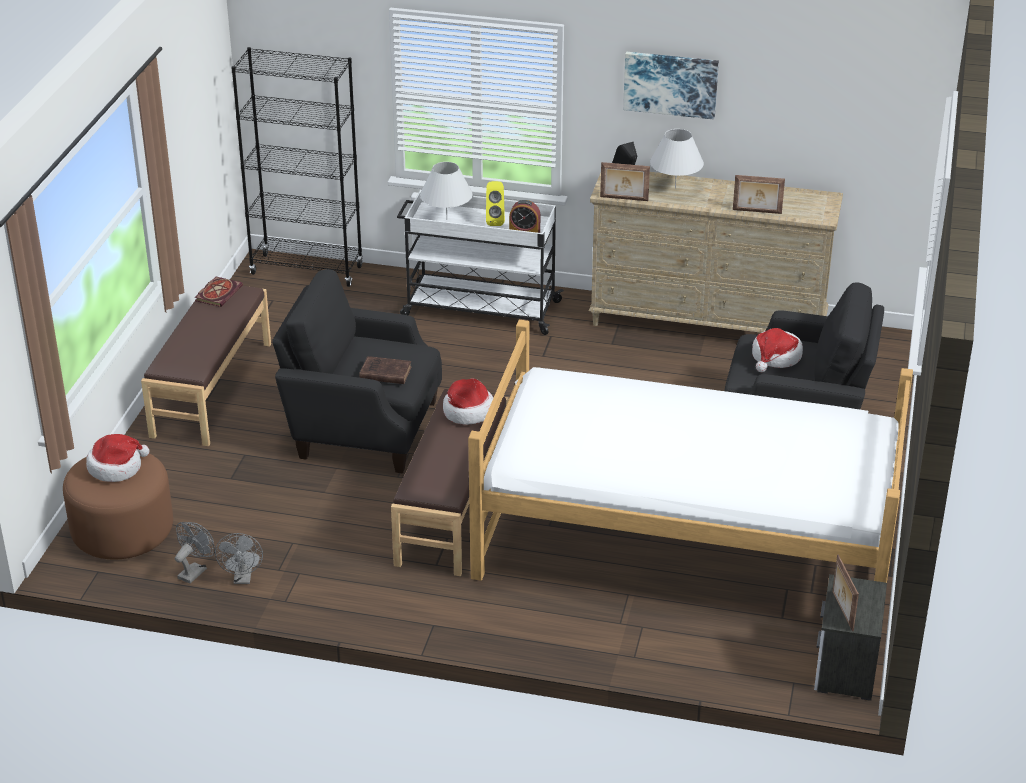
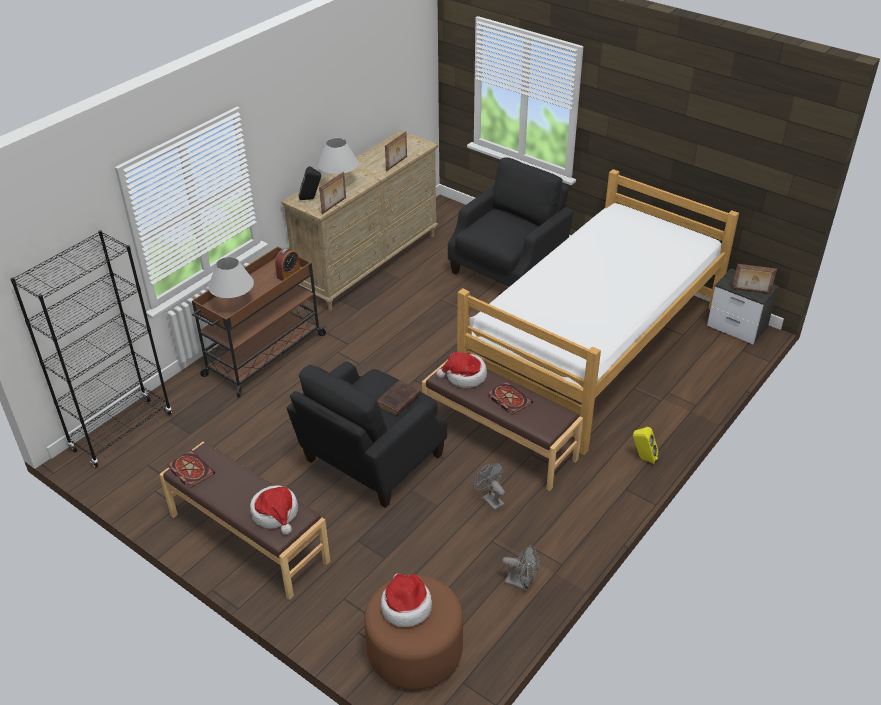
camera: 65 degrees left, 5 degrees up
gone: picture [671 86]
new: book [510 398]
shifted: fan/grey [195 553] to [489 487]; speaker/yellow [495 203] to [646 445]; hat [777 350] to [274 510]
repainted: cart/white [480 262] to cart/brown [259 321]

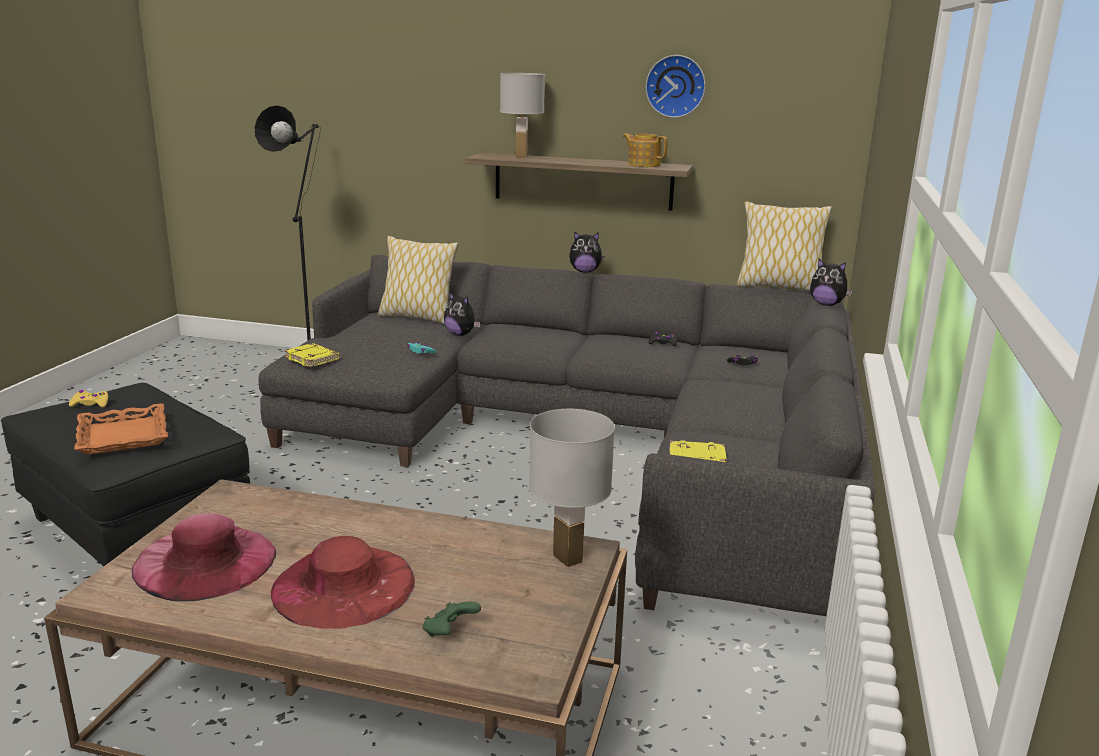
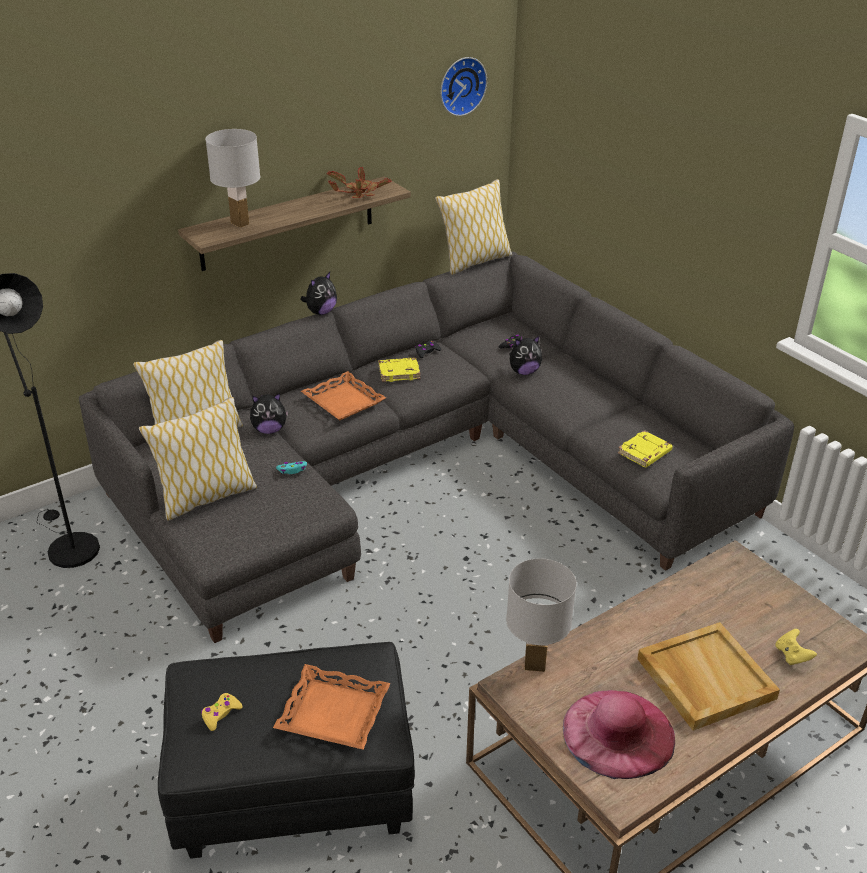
camera: 50 degrees left, 15 degrees up
new: pillow [198 459]; tray/orange [343 395]
shifted: book/yellow [311 355] to [399 369]; table lamp/white [572 488] to [541 615]; wall clock [675 86] to [463 86]; plush toy [831 282] to [525 355]
swapped: hat/red [343 582] to tray/beige [708 676]; teapot [645 150] to potted plant [359 182]
repainted: game controller/green [451 619] to game controller/yellow [796 647]

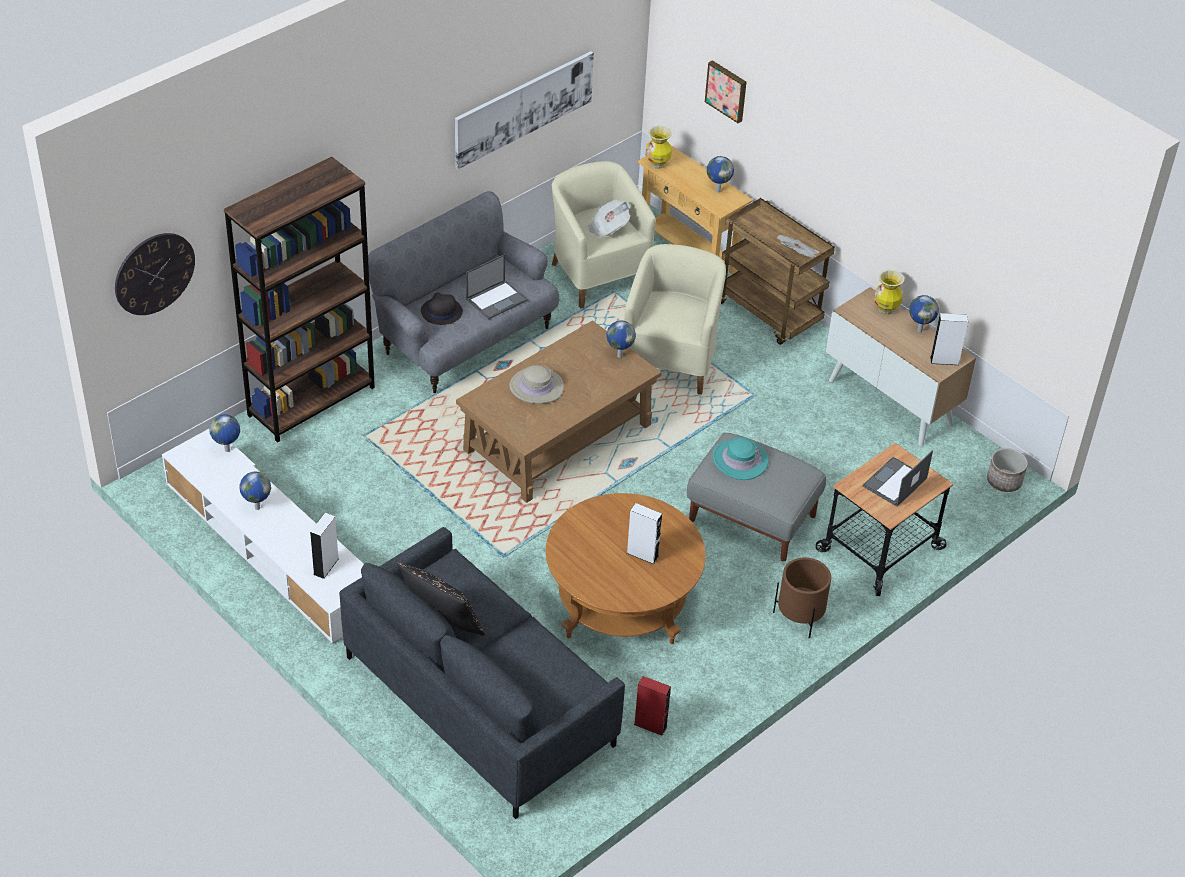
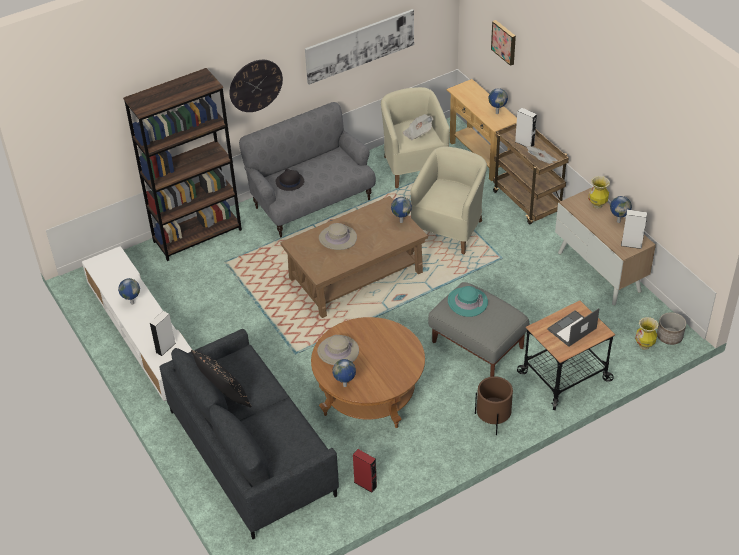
camera: 15 degrees right, 0 degrees up
gone: laptop [496 287]
new: hat/beige [338 350]
shifted: wall clock [155 274] to [256 86]; globe [224 433] to [344 373]; speaker/white [644 533] to [526 127]; vase [658 147] to [647 333]

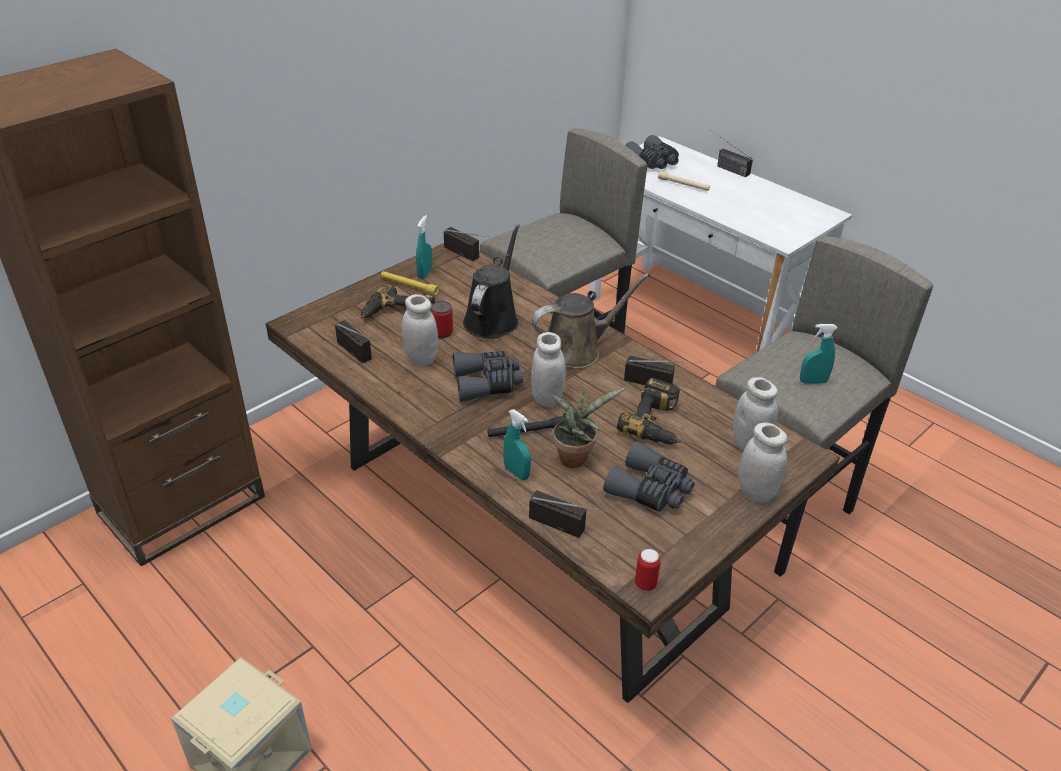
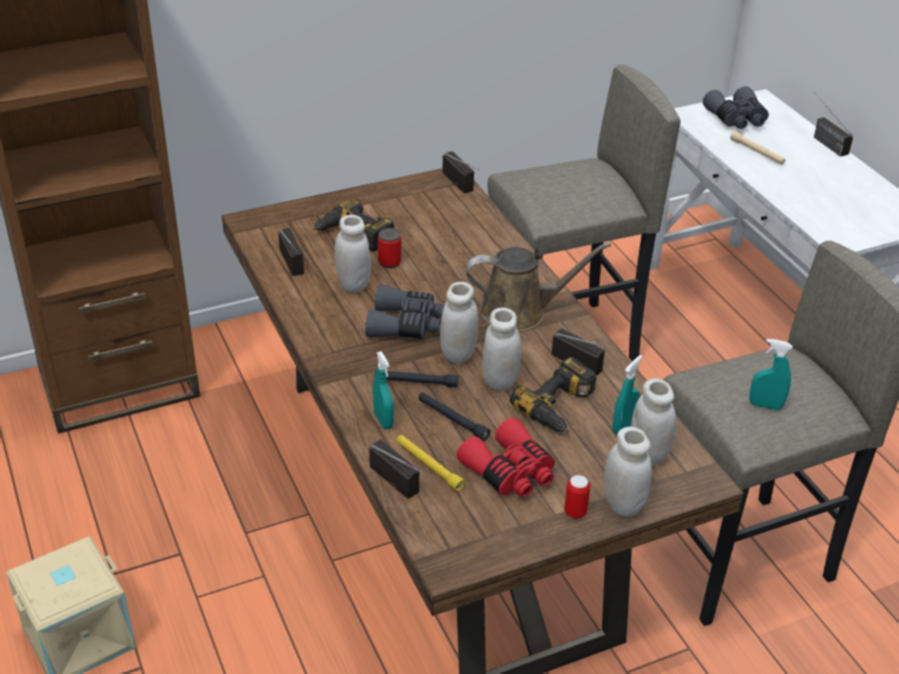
camera: 20 degrees right, 0 degrees up
gone: watering can/black [491 281]
new: jar/white [501 349]
shifted: flashlight/yellow [410 283] to [431 463]; spray bottle/turquoise [424 247] to [628 394]; can [648 570] to [577 497]
swapped: potted plant [588 428] to flashlight/black [454 416]
repainted: binoculars/grey [649 476] to binoculars/red [506 457]

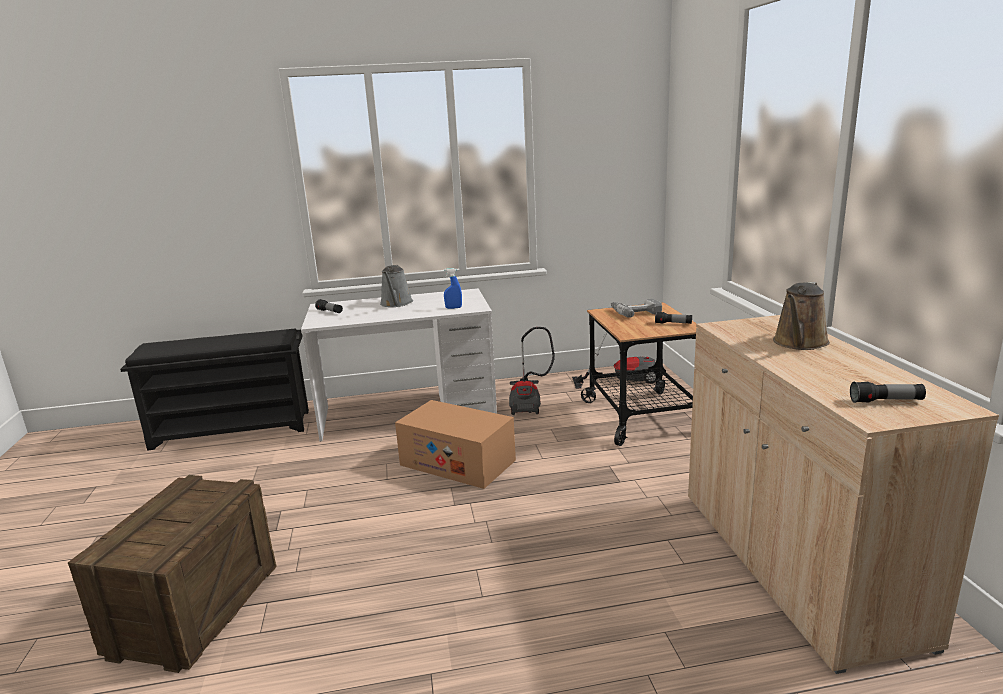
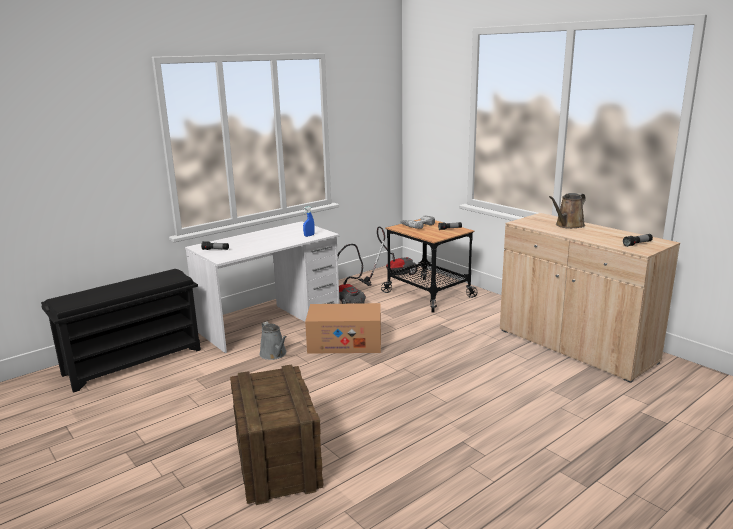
camera: 30 degrees left, 0 degrees up
shifted: watering can/grey [396 286] to [273 340]
rotated: watering can/brown [801 316] = [567 211] 45 degrees clockwise

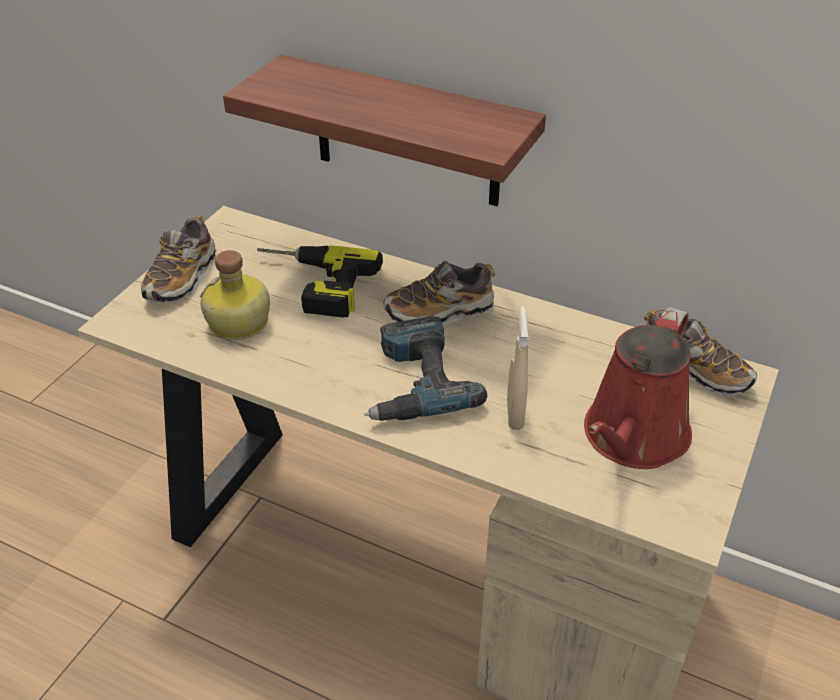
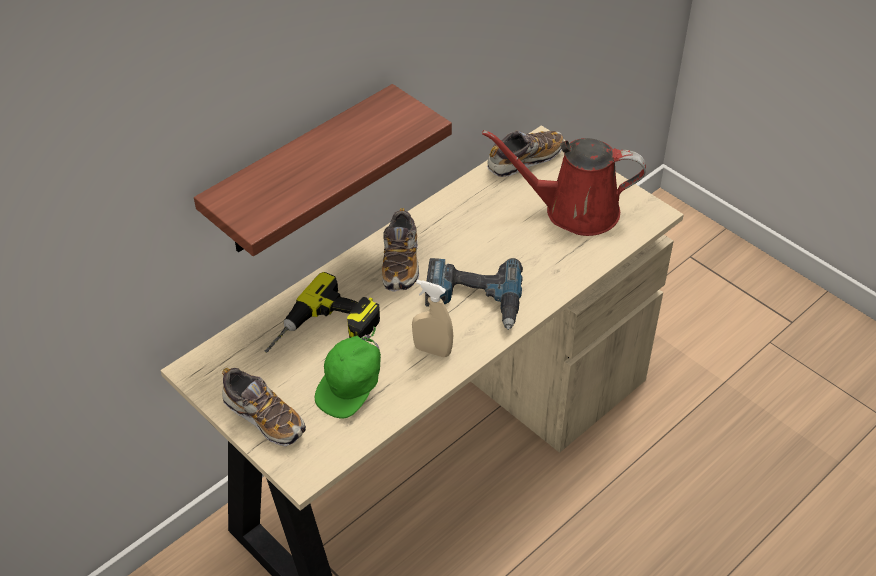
camera: 70 degrees left, 5 degrees up
shifted: spray bottle/beige [518 368] to [432 319]
swapped: bottle [235 295] to cap/green [348 372]
rotated: watering can/red [638 388] = [564 183] 135 degrees clockwise

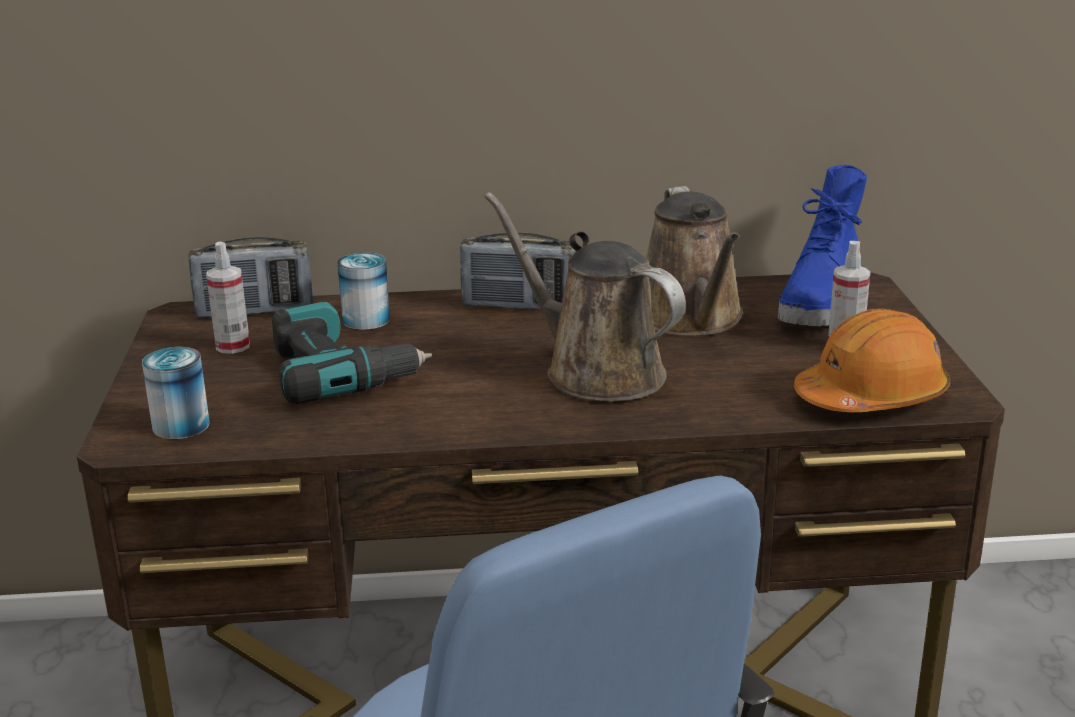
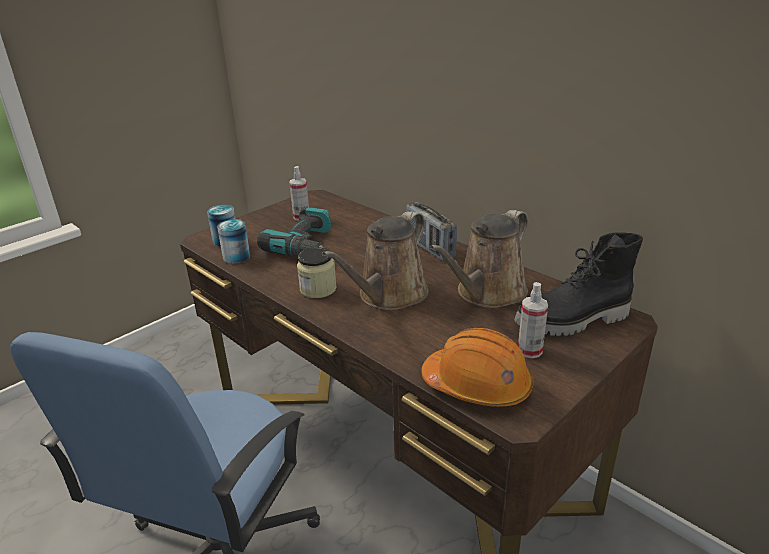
camera: 50 degrees right, 5 degrees up
gone: radio [250 277]
new: jar [317 272]
shifted: can [364 291] to [233 241]
repainted: boot/blue [822 245] to boot/black [579 284]
rotated: watering can/brown [585 297] = [375 260] 150 degrees counterclockwise

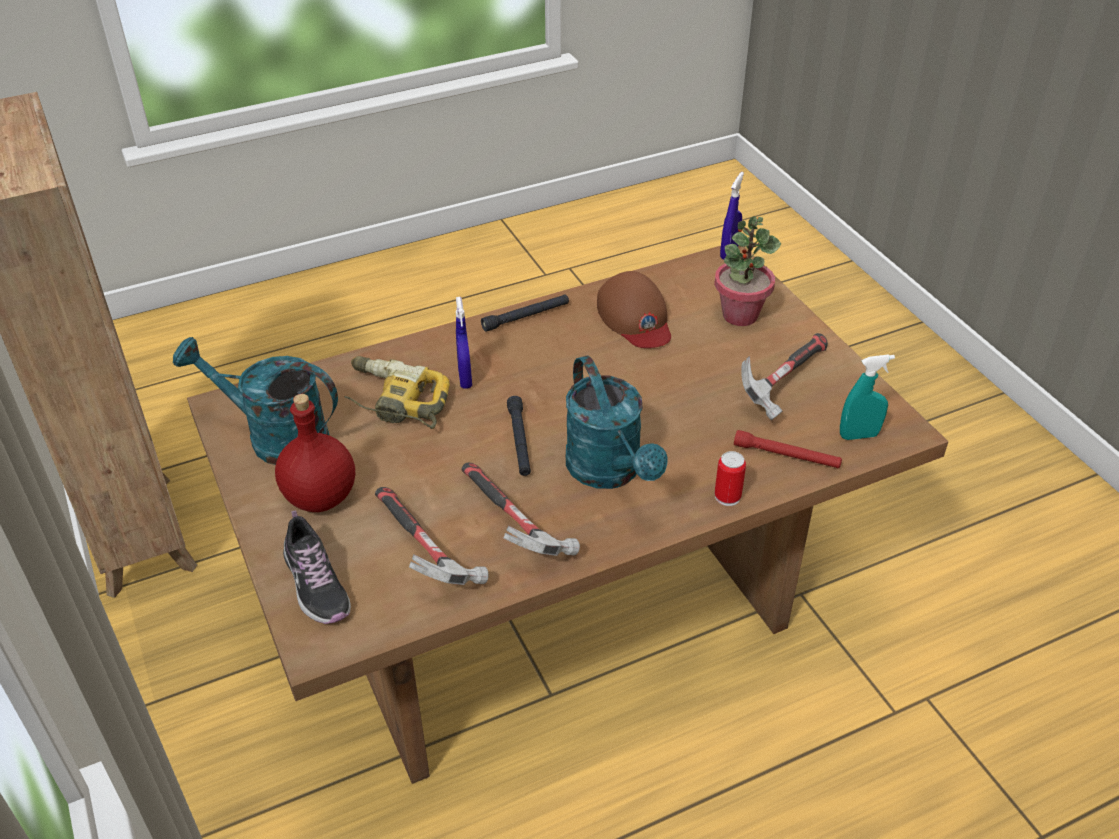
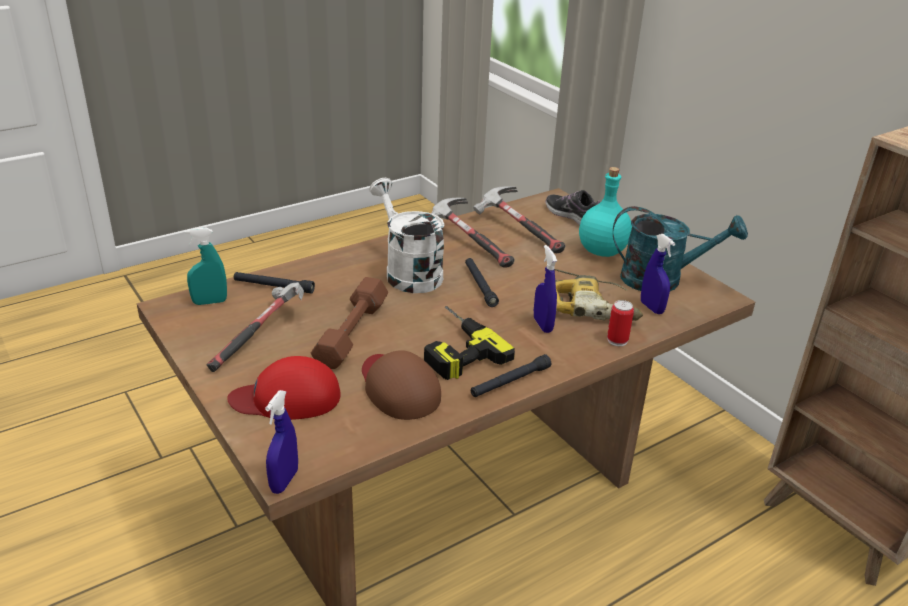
camera: 170 degrees right, 10 degrees down
new: dumbbell/brown [349 323]; power drill [469 343]; spray bottle/blue [658 274]
shifted: can [730 478] to [620 323]
swapped: potted plant [747 271] to cap/red [284 388]
repainted: bottle/red [315 453] to bottle/turquoise [605 212]; watering can/turquoise [617 422] to watering can/white [407 235]; flashlight/red [788 449] to flashlight/black [274 283]

